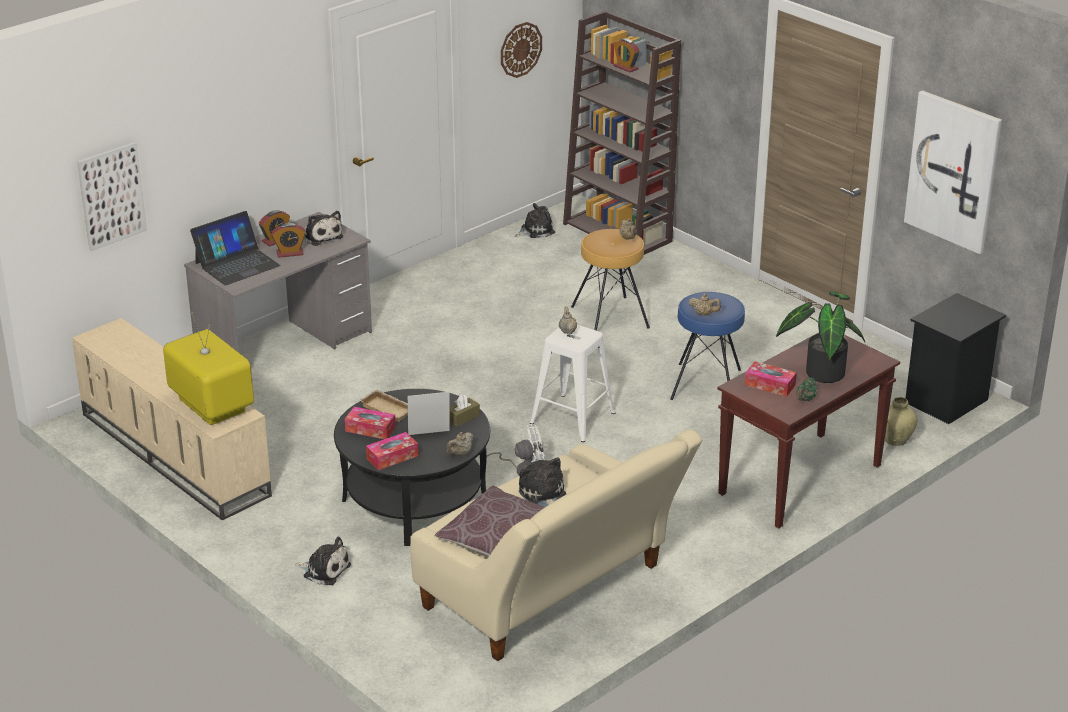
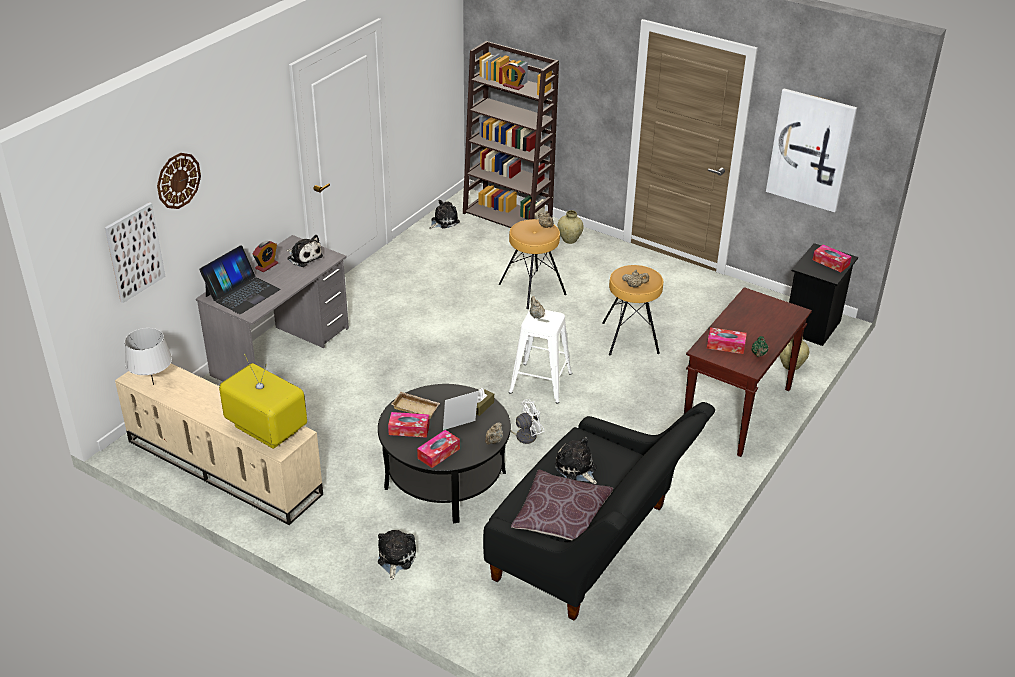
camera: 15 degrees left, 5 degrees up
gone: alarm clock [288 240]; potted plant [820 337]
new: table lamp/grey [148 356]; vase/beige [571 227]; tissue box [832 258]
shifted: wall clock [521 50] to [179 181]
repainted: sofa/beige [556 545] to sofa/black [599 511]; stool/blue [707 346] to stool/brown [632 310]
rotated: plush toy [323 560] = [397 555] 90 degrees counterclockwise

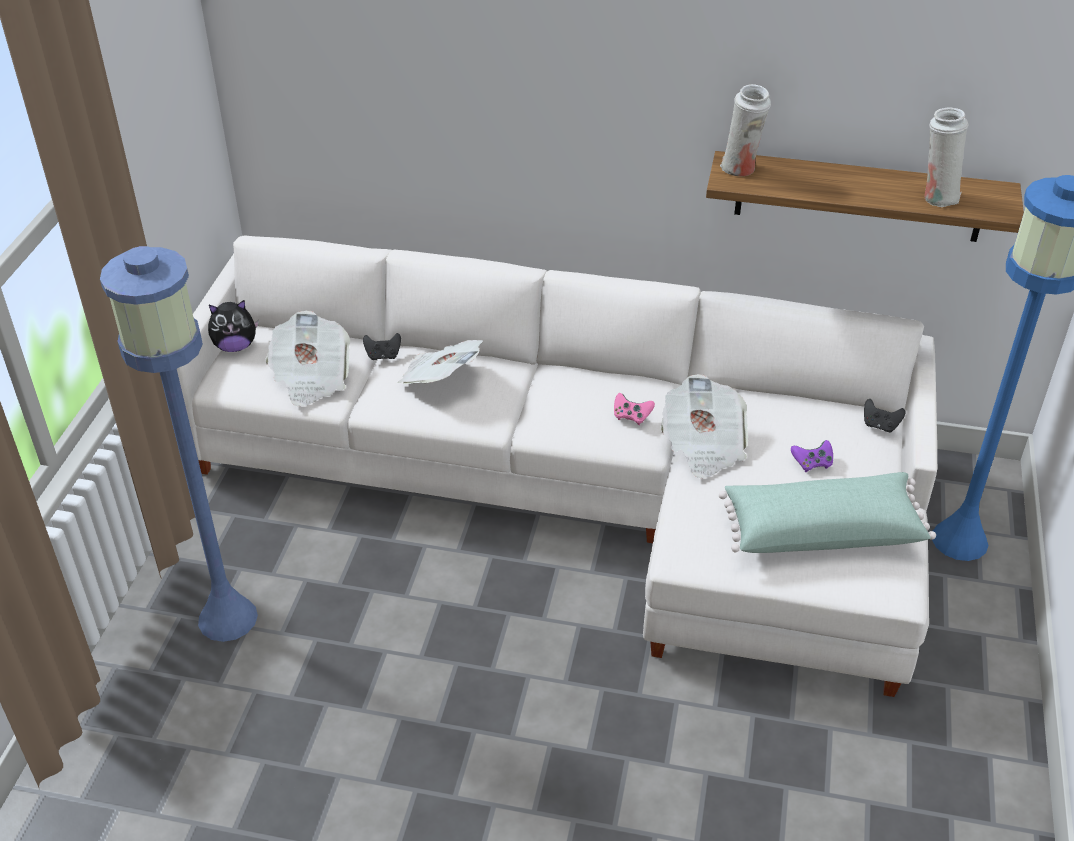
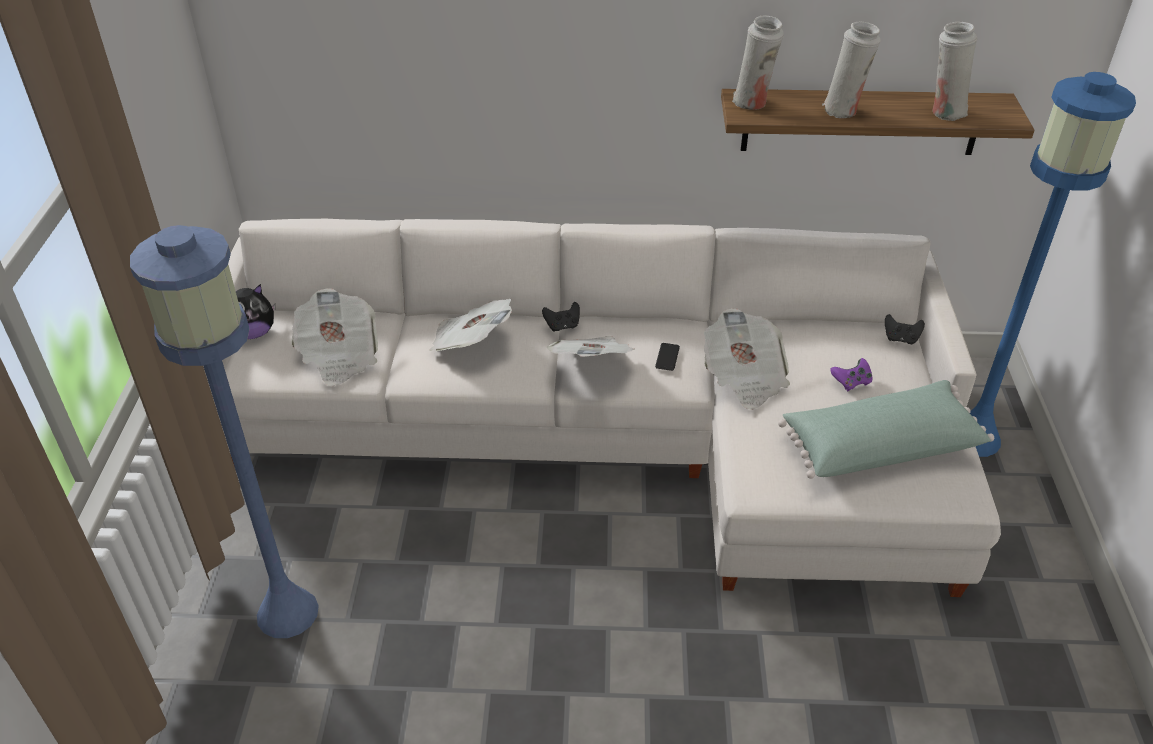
camera: 10 degrees left, 0 degrees up
new: newspaper [591 346]; vase/white [851 69]
shifted: game controller/black [382 346] to [561 317]
swapped: game controller/pink [634 409] to phone [667 357]

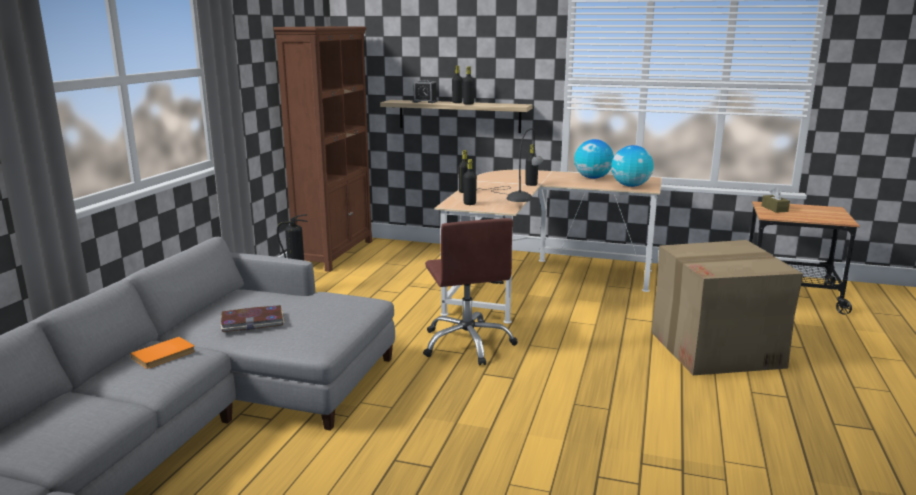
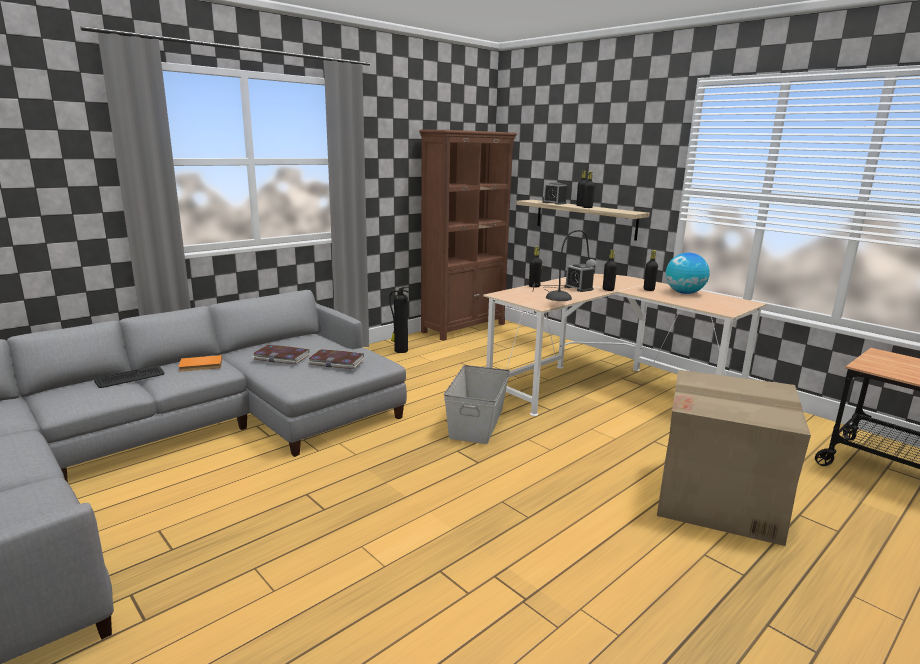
camera: 30 degrees right, 0 degrees up
gone: globe [632 166]; tissue box/brown [775 200]
new: keyboard [129 376]; book [336 359]; alarm clock [579 278]
shifted: bottle/black [470 182] to [651 270]
swapped: office chair/brown [470 292] to storage box/grey [477 404]

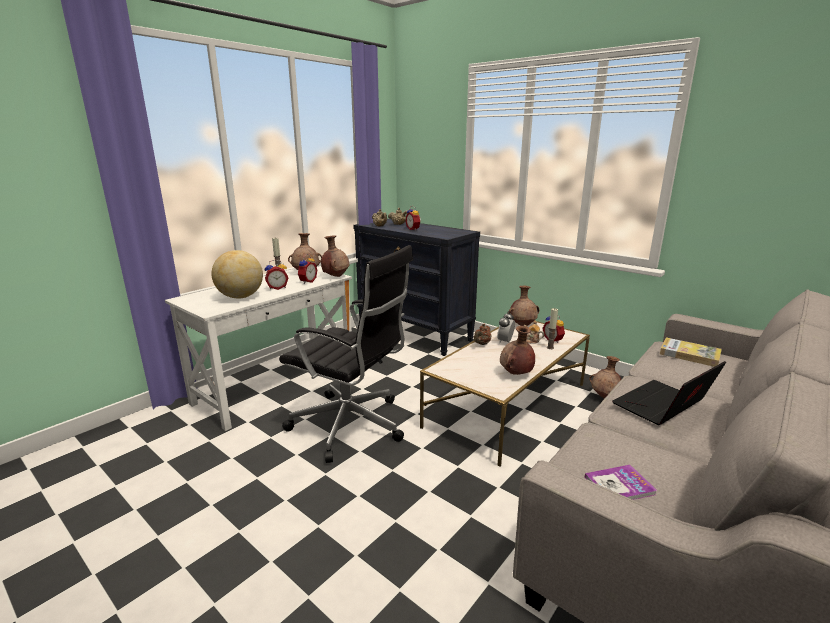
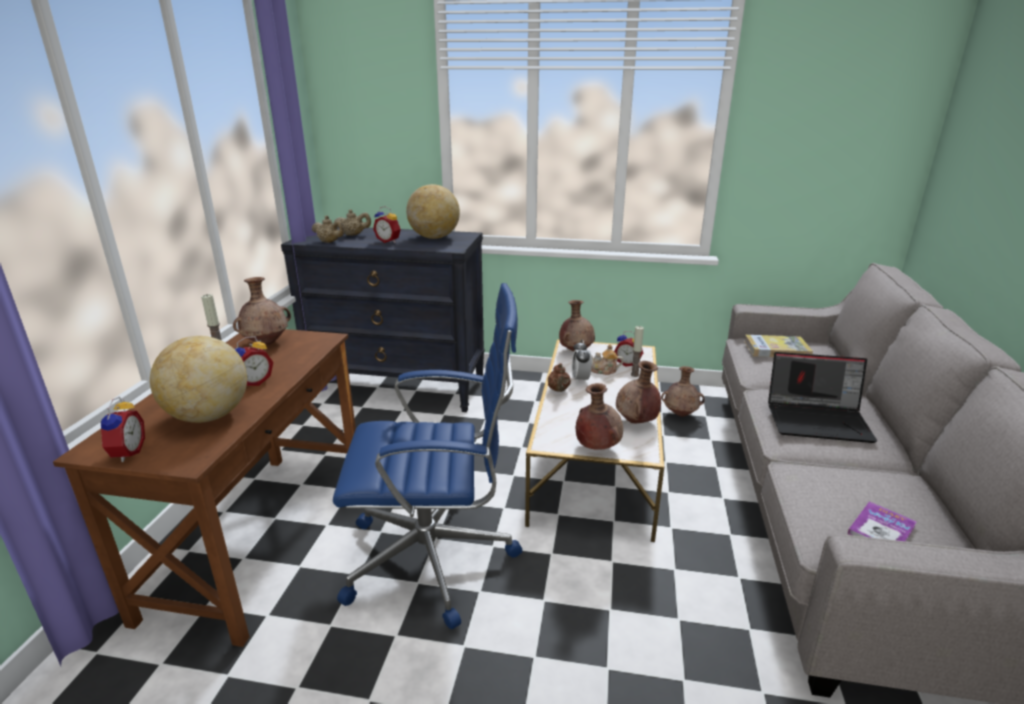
camera: 30 degrees left, 5 degrees up
new: globe [433 211]
shifted: alarm clock [307 269] to [120 429]; vase/brown [335 256] to [599 416]
repainted: desk/white [258 349] to desk/brown [204 488]; office chair/black [346 354] to office chair/blue [427 456]
rotated: laptop [669 393] = [822 397] 105 degrees counterclockwise

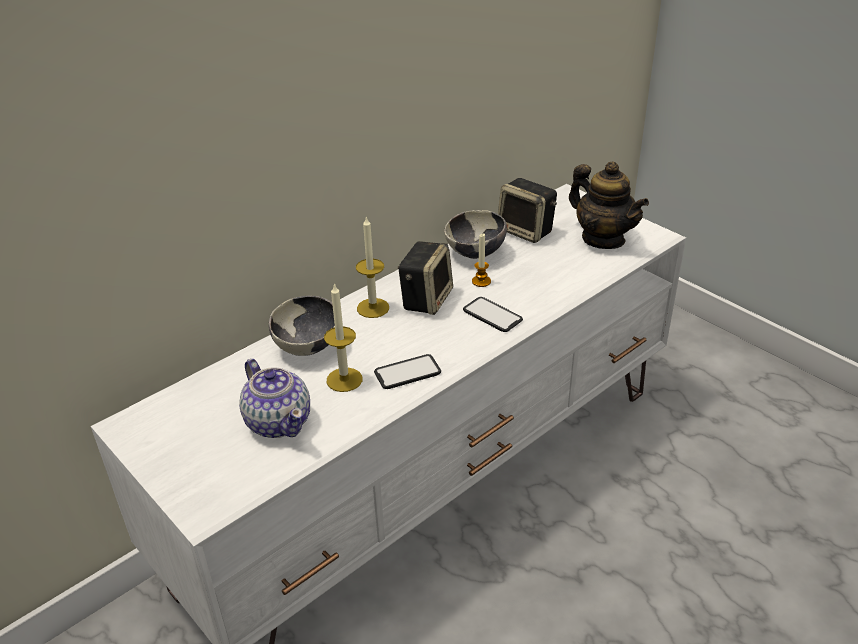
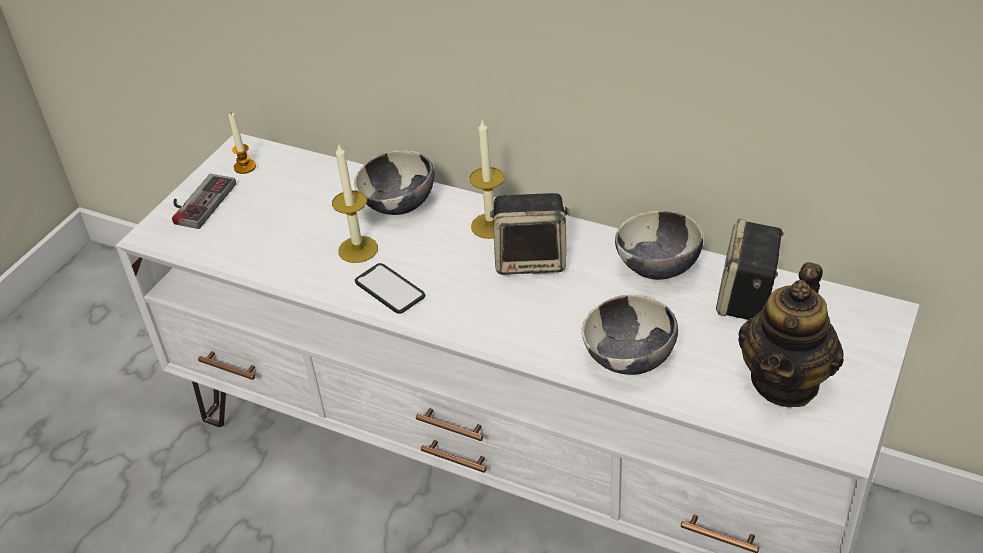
camera: 70 degrees right, 5 degrees up
gone: teapot [274 398]; phone [493 314]
new: game controller [204 201]; bowl [630 335]
shifted: candle [481 260] to [242 143]

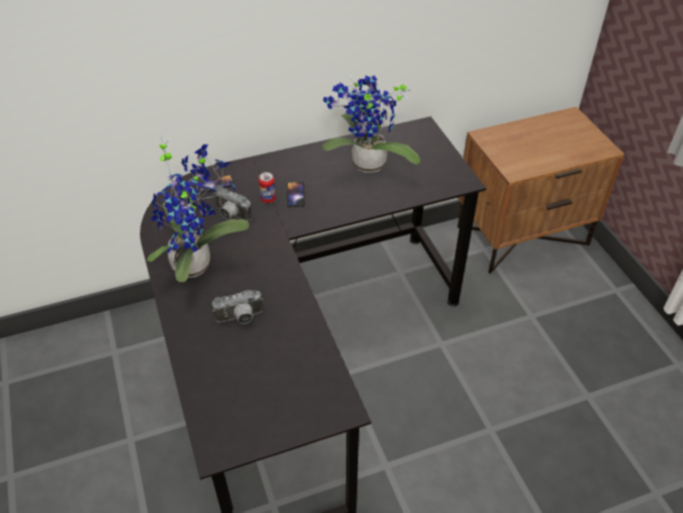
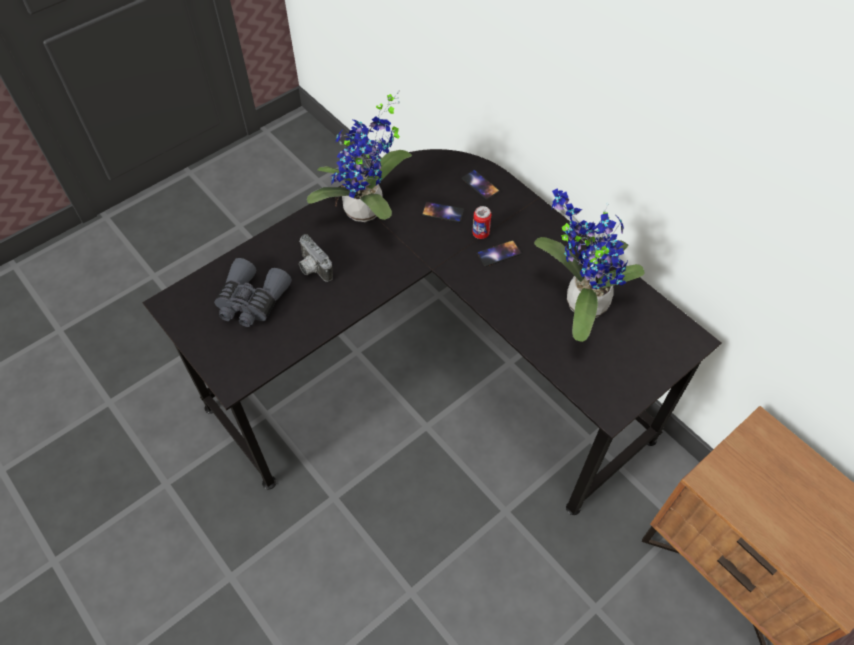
camera: 70 degrees right, 10 degrees up
new: binoculars/grey [253 292]
swapped: photo camera [232 203] to phone [443 212]

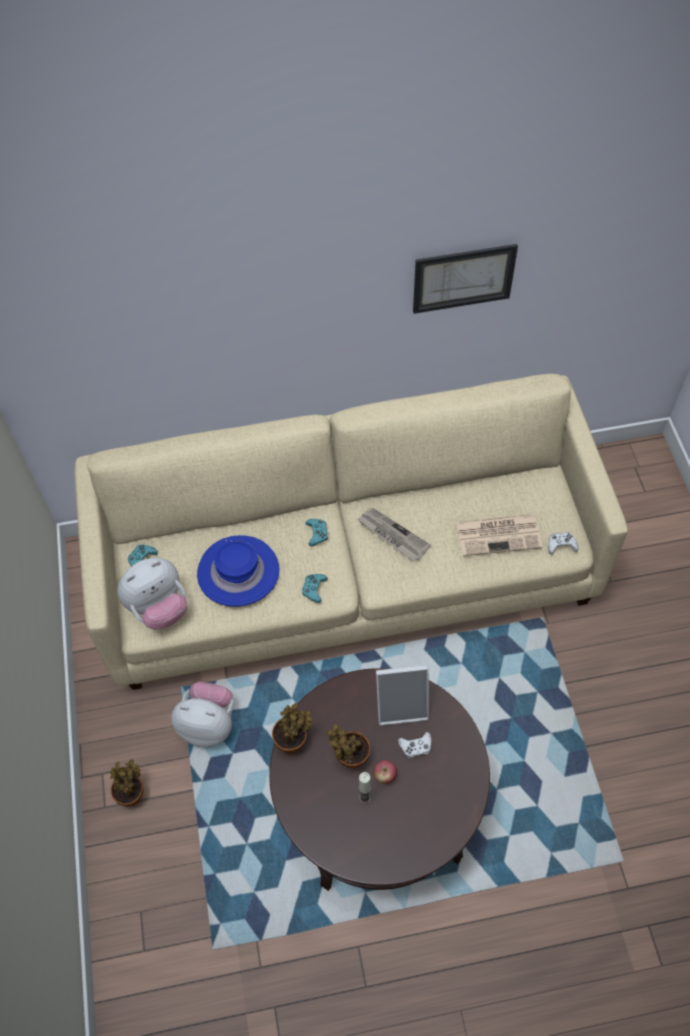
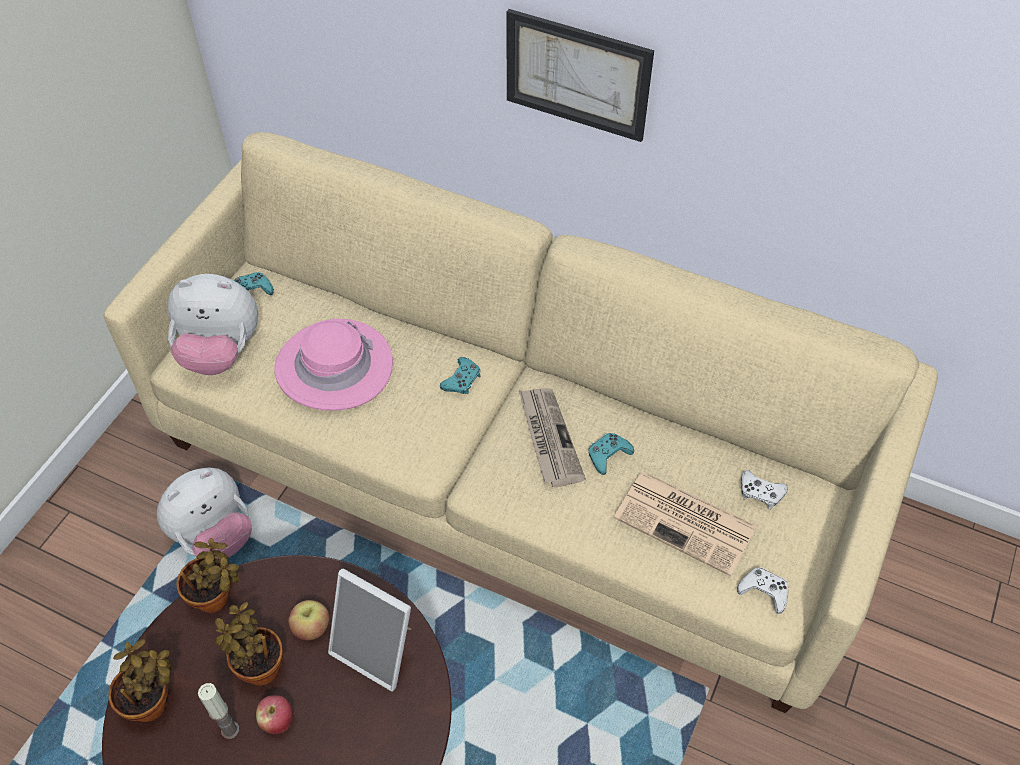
camera: 35 degrees right, 5 degrees down
new: apple [308 620]
shifted: potted plant [127 783] to [139 680]; game controller/turquoise [315 588] to [611 454]; game controller/white [414 745] to [764 489]; picture [465 279] to [580 75]
repainted: hat/blue [238 571] to hat/pink [333 365]
rotated: plush toy [202 714] = [204 512] 90 degrees clockwise

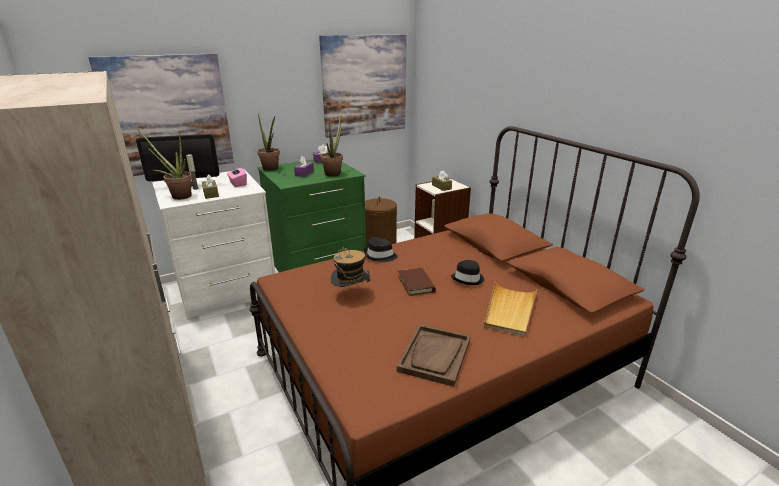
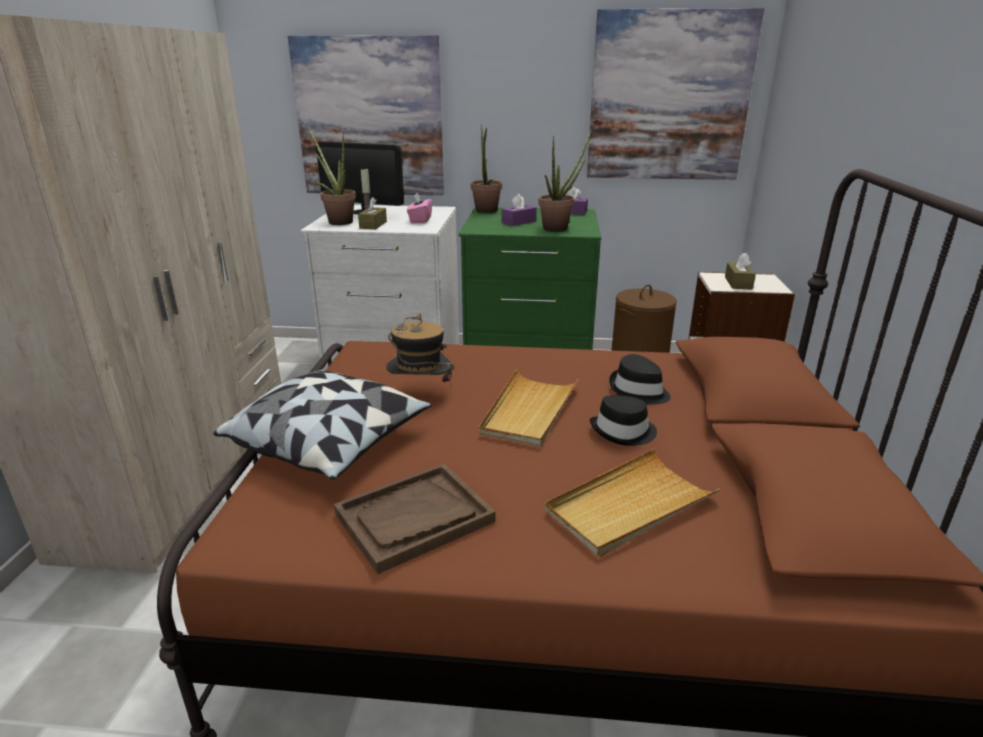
camera: 35 degrees right, 0 degrees up
new: pillow [322 425]
shifted: hat/black [381 249] to [640 379]
swapped: book/brown [417 282] to tray/beige [529 407]

